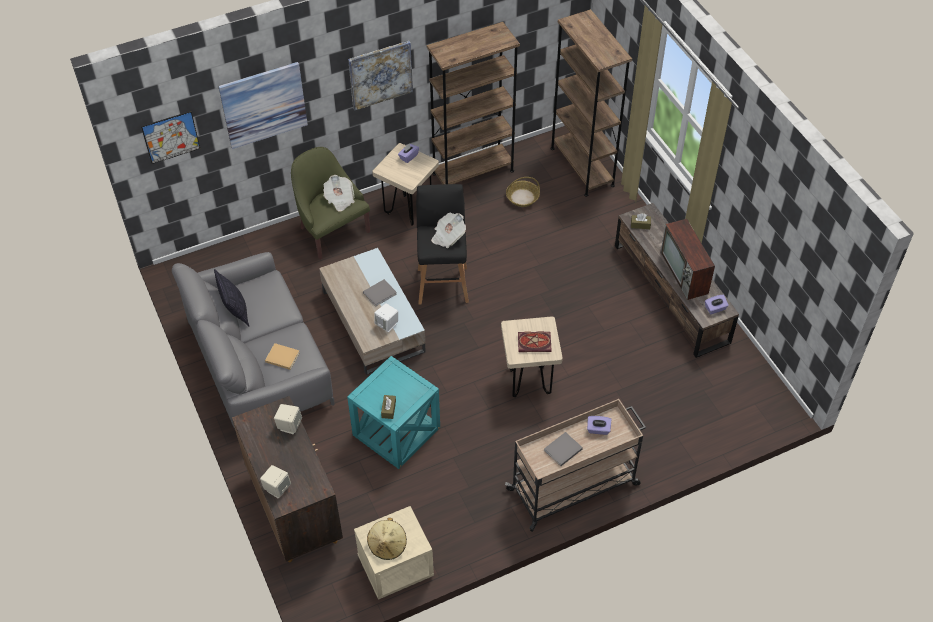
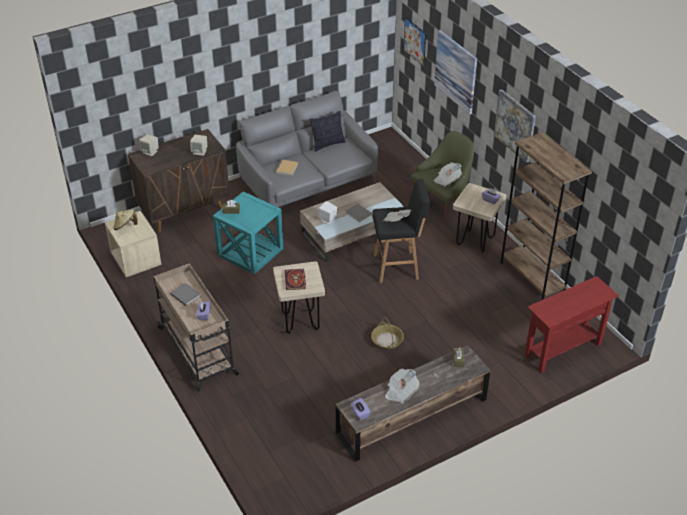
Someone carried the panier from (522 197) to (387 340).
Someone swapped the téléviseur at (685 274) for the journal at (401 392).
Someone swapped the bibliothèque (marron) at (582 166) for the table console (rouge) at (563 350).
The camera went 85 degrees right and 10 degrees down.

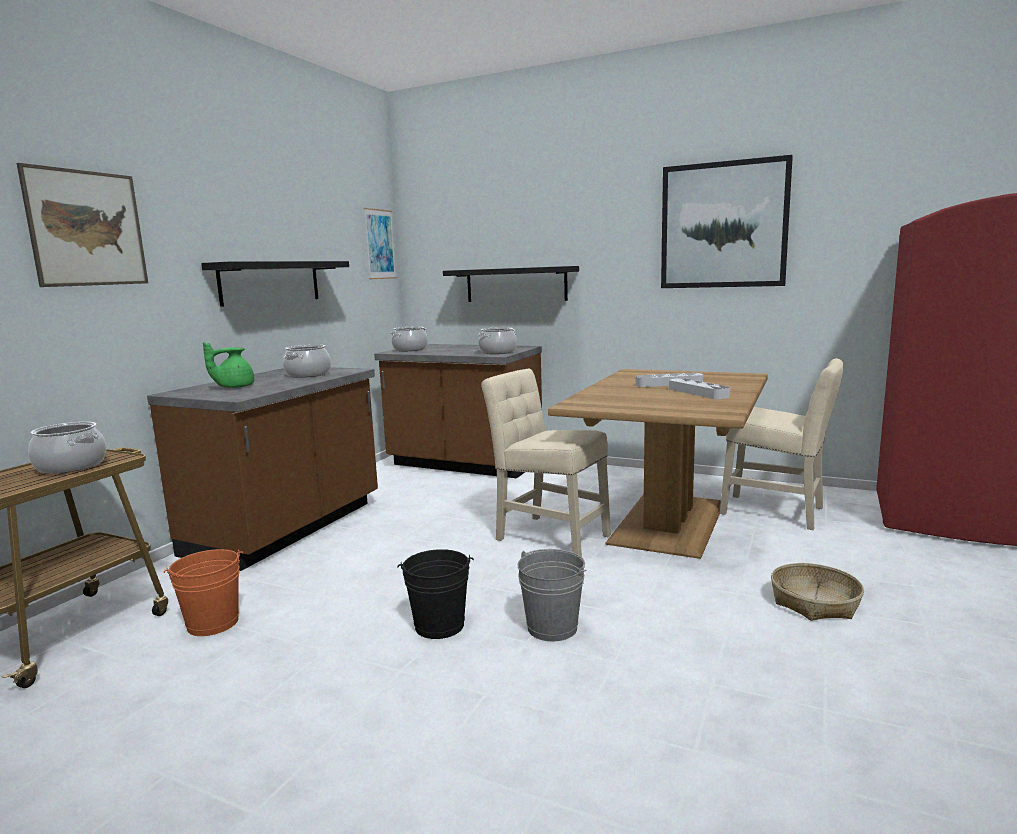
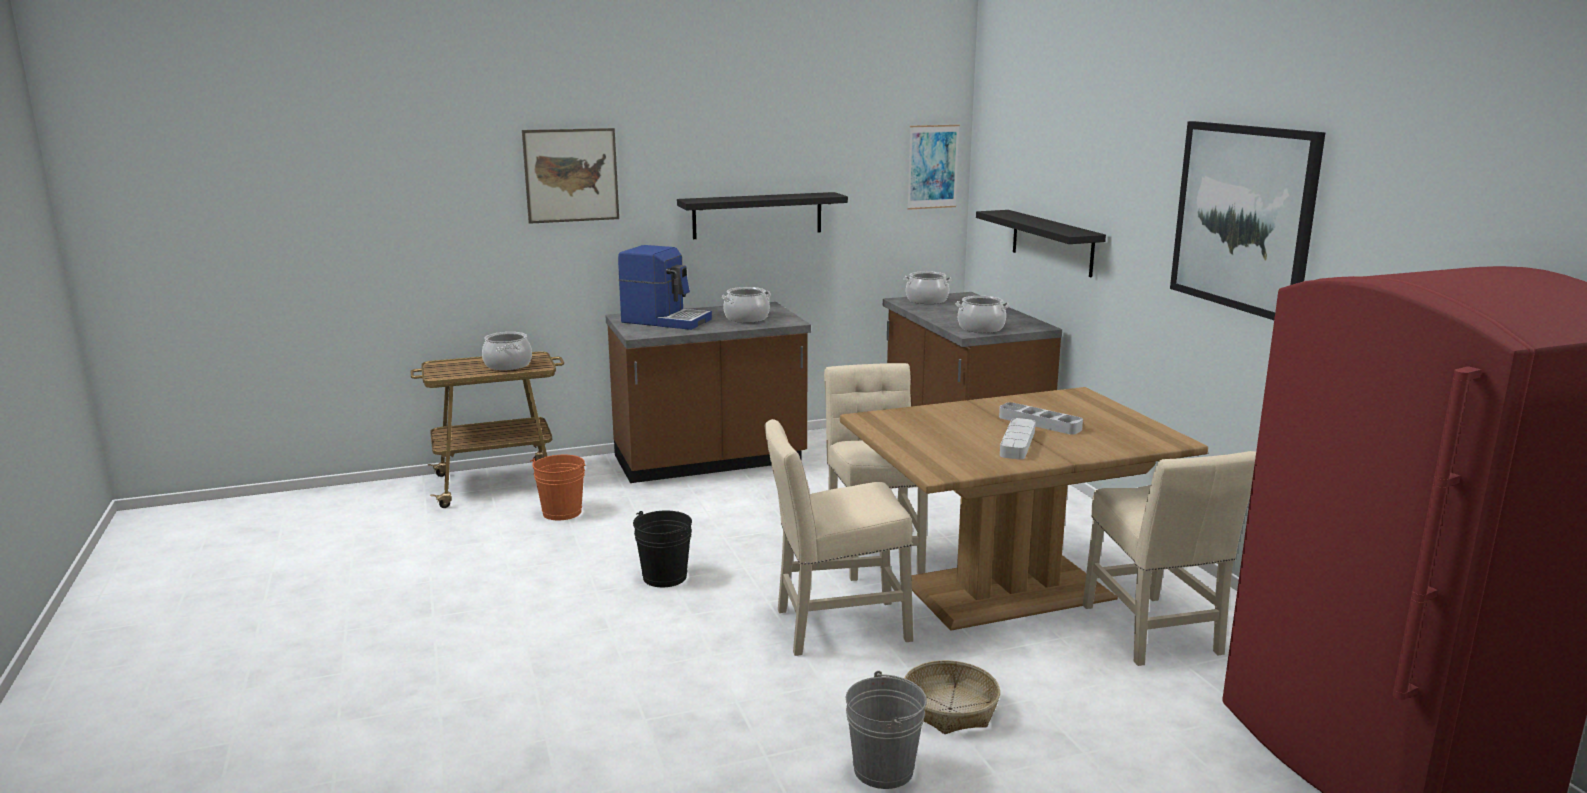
Someone swapped the théière (vert) at (233 387) for the machine à café at (666 320).
Someone put down the chaise (beige) at (835 627).
Someone carried the seau (gris) from (552 627) to (883 770).
The camera went 45 degrees right and 5 degrees up.

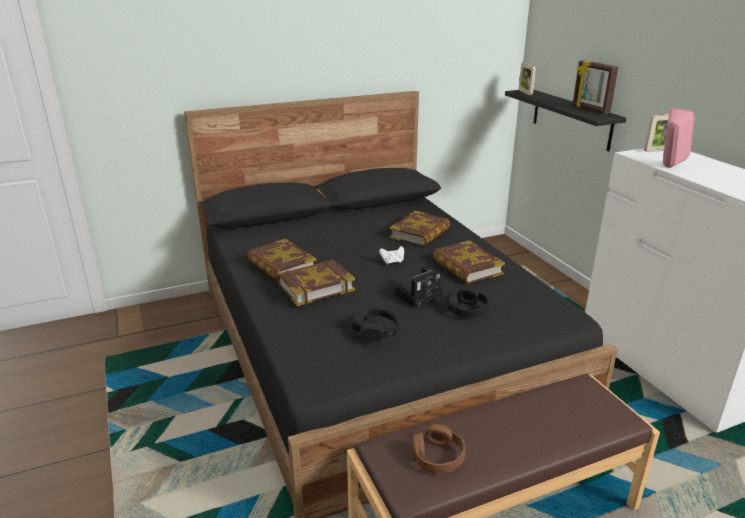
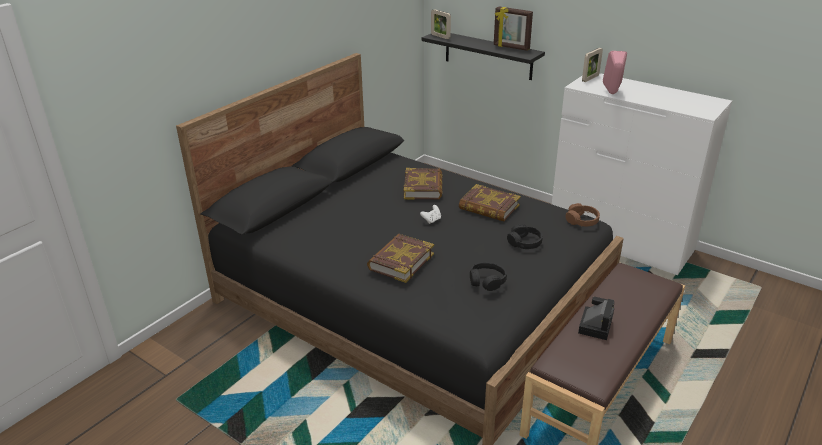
Someone carried the casque audio (marron) from (437 456) to (582 220).
Someone carried the appareil photo from (419 295) to (595 325).
Someone took away the livre at (281 266).
The camera went 30 degrees left and 5 degrees up.

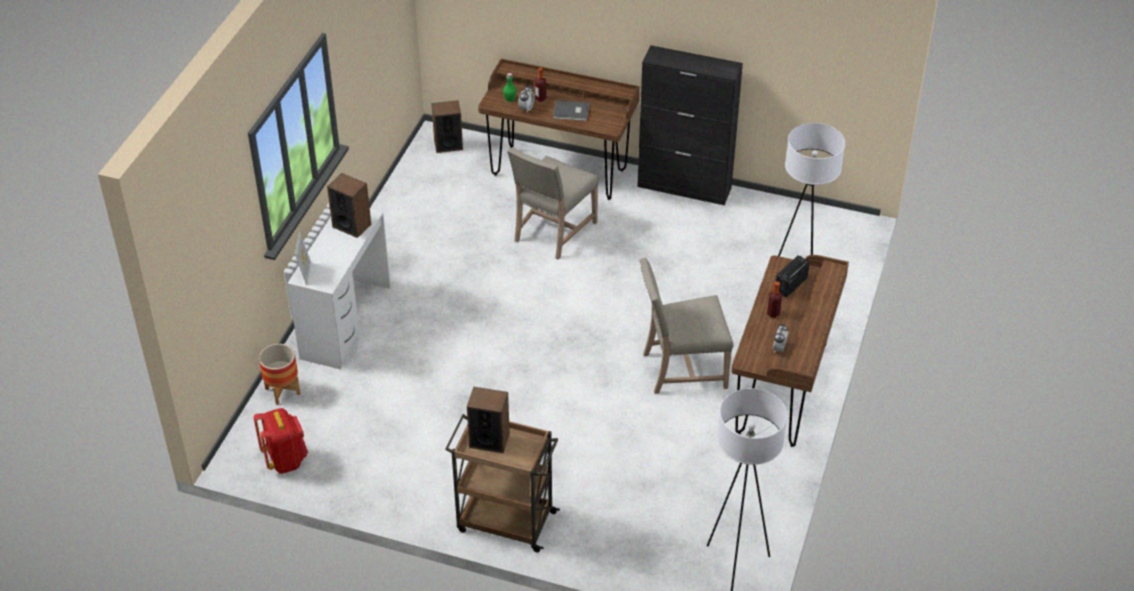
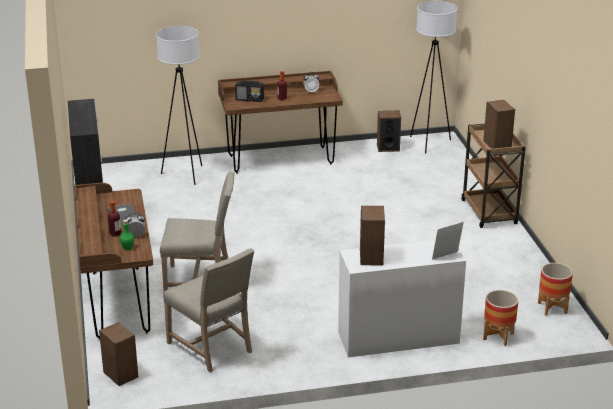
Someone carried the chaise (beige) from (681 369) to (212 347).
Someone put down the enceinte at (388 147).
Someone swapped the sac à dos (rouge) at (285 460) for the cache-pot at (552 308).
The camera went 120 degrees left and 15 degrees down.

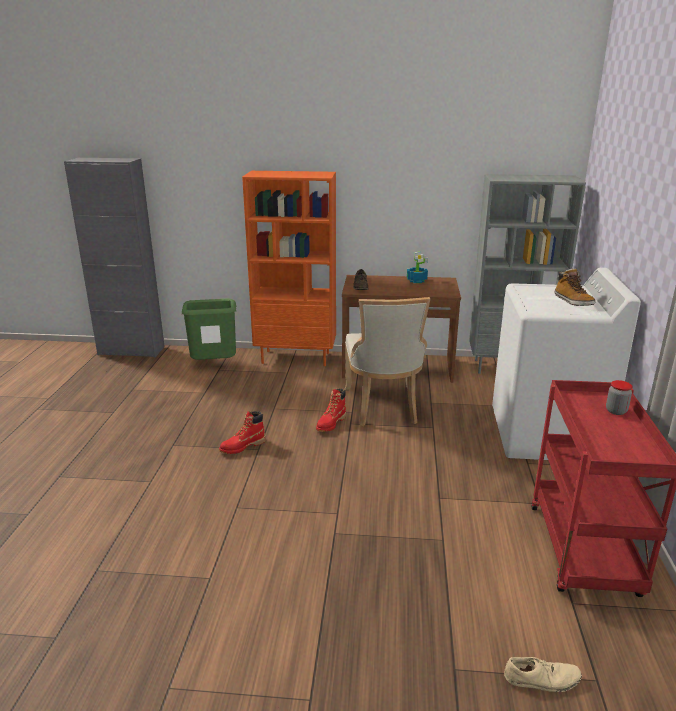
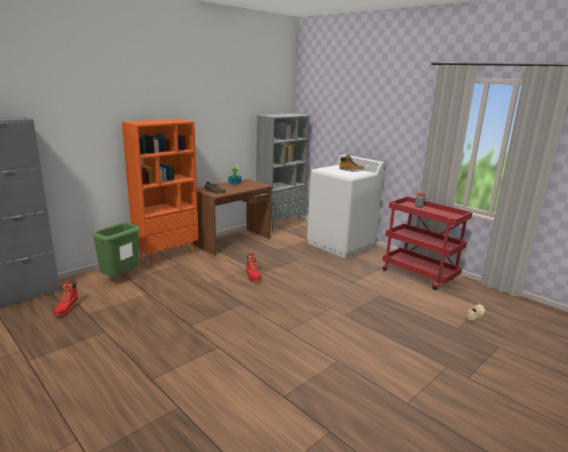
Someone carried the botte (rouge) from (242 446) to (66 309).
Someone took away the chaise (beige) at (383 407).
The camera went 50 degrees left and 5 degrees down.

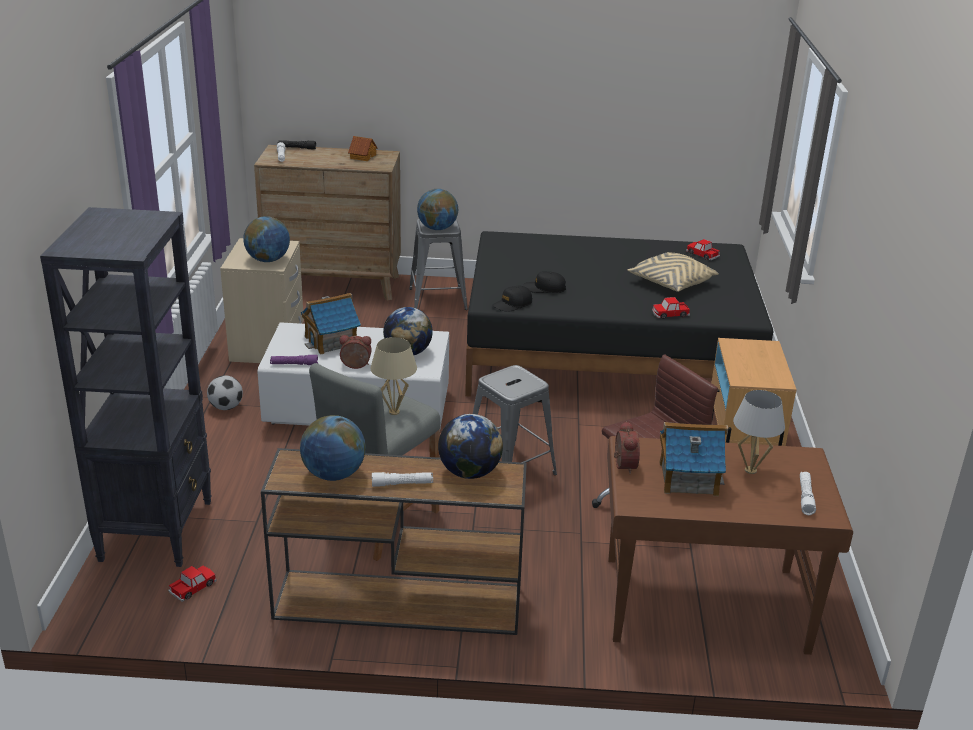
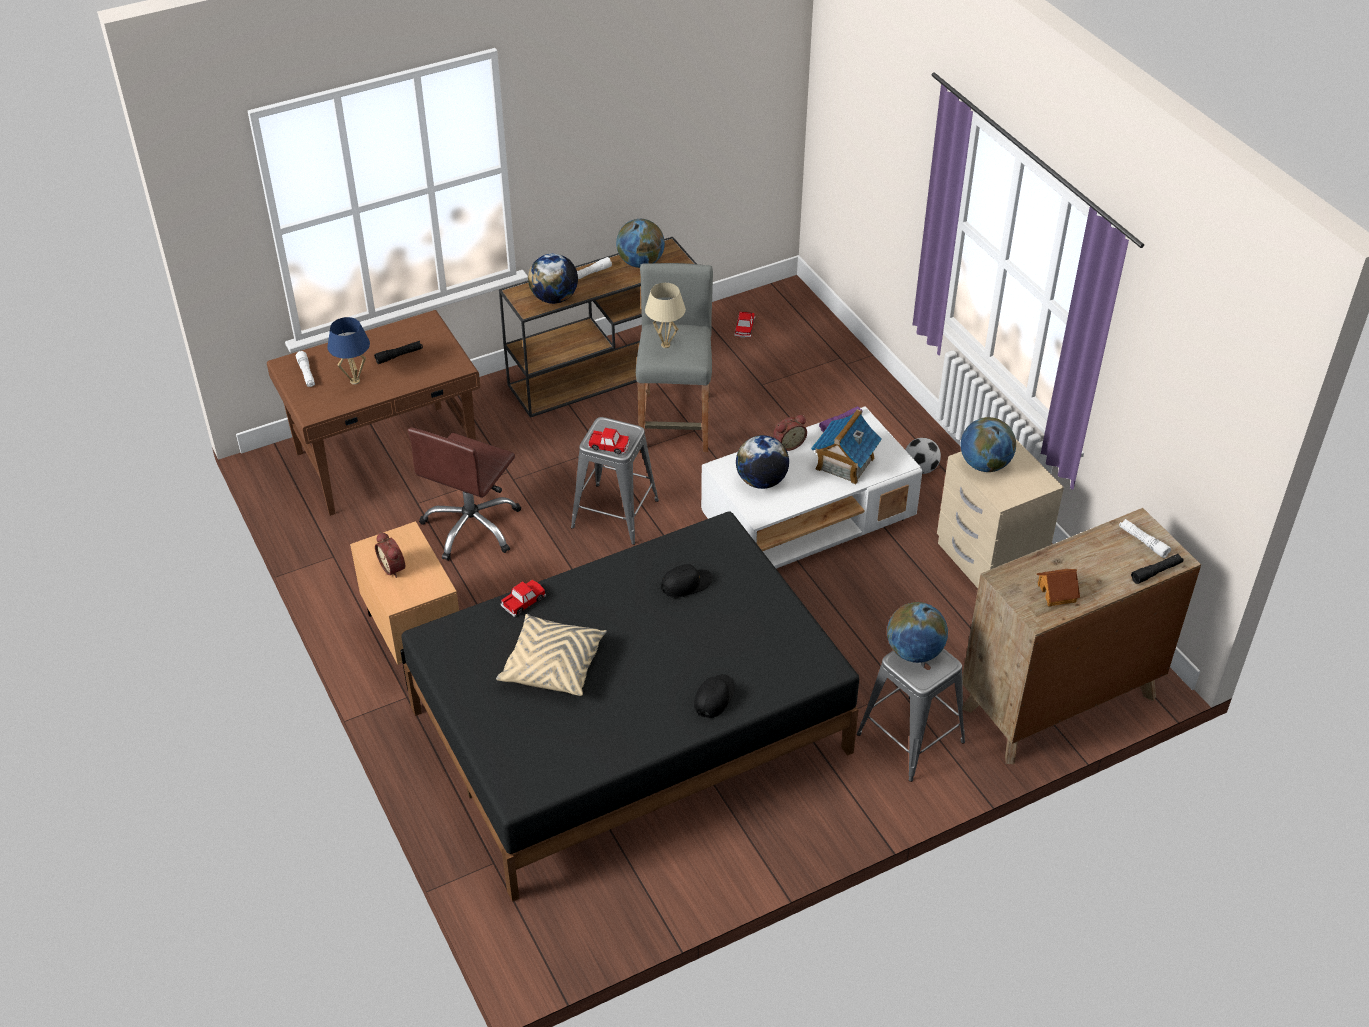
Someone repainted the lampe de table (blanc) at (750 470), which became the lampe de table (bleu) at (355 381).
Someone swapped the maison miniature at (687 478) for the lampe de poche (noir) at (399 356).
Someone carried the réveil from (622 465) to (394 567).
Someone carried the petite voiture from (702 254) to (609 446).
Someone carried the casquette (noir) from (512 304) to (714 698).
Someone took away the bibliothèque (noir) at (157 529).
The camera went 150 degrees right and 15 degrees up.

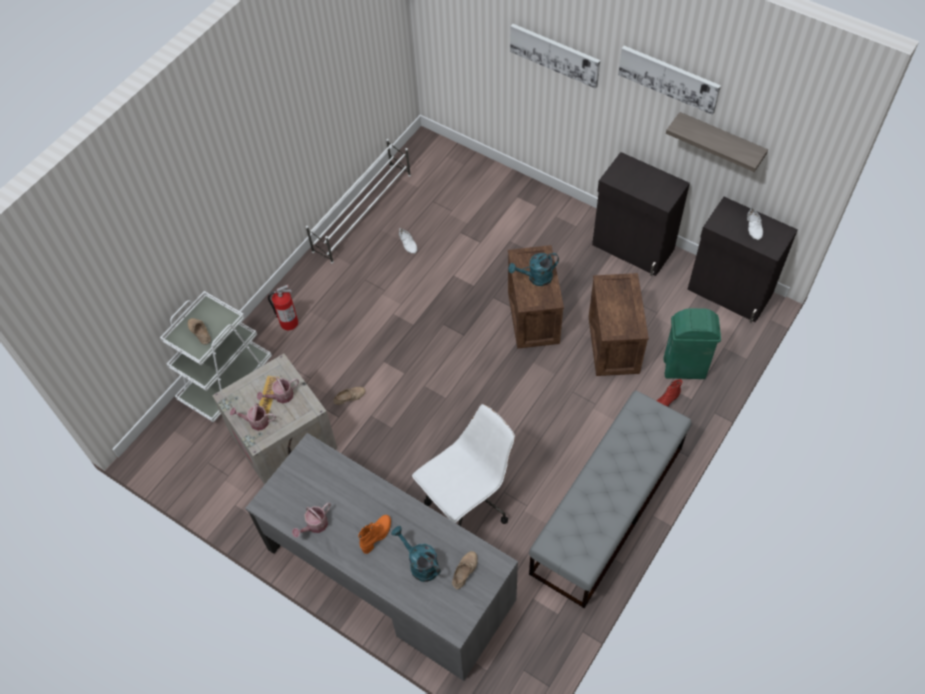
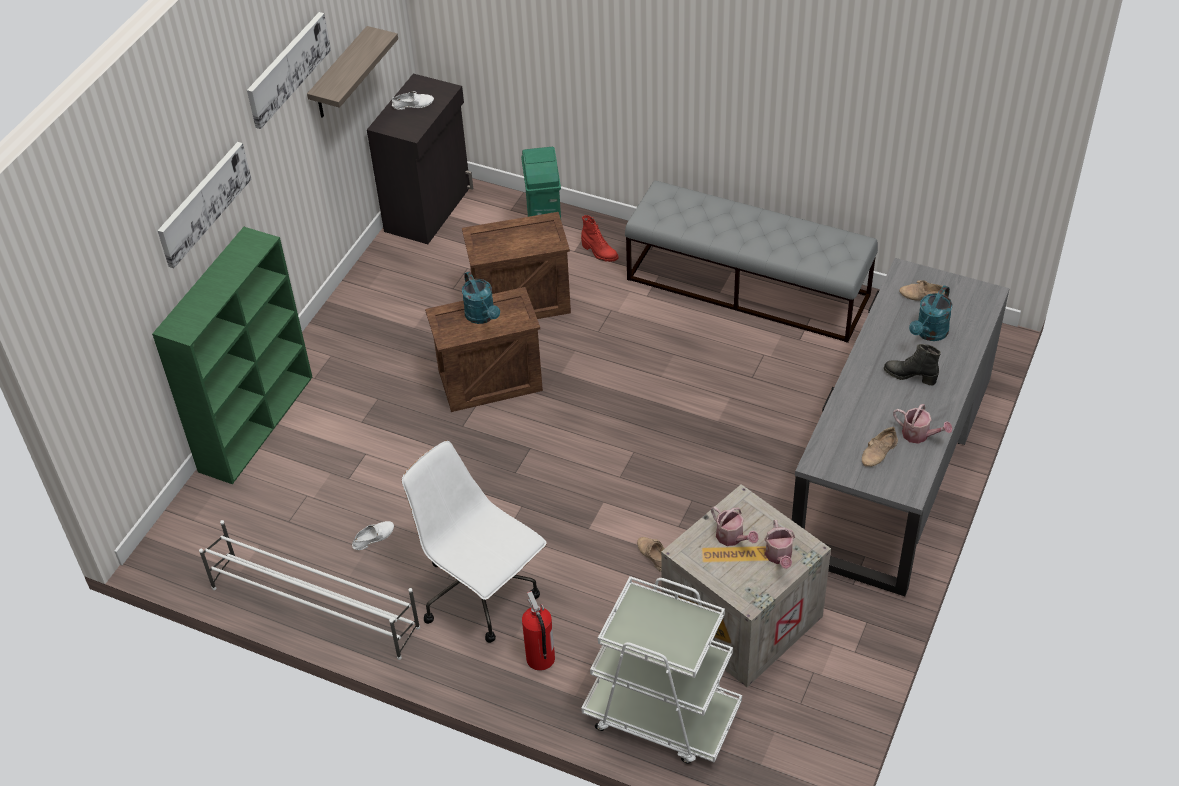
Someone put down the bibliothèque (vert) at (257 422).
Someone carried the chaise de bureau (blanc) from (468 501) to (481 594).
Someone carried the chaussure (beige) from (199 332) to (880 452).
Someone repainted the botte (orange) at (377 535), which became the botte (noir) at (910 376).
Someone took away the meuble de rangement (noir) at (633 248).
The camera went 100 degrees left and 10 degrees down.

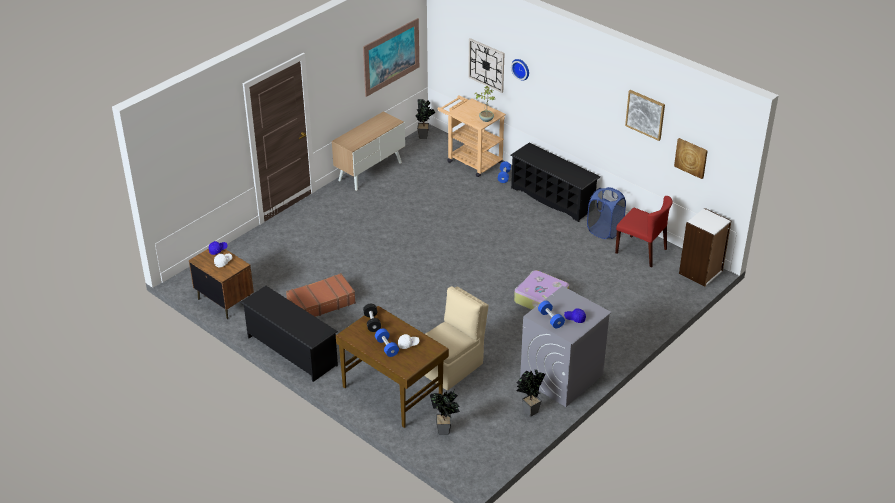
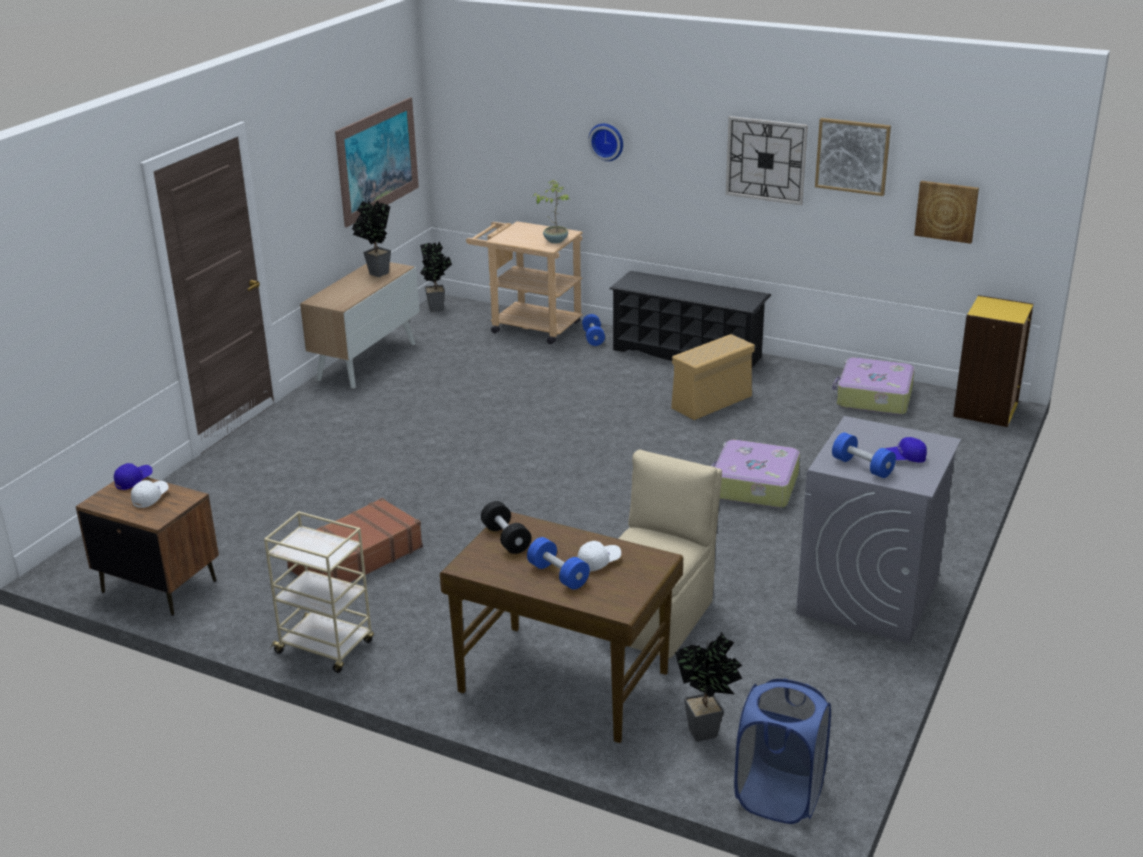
Someone swapped the étagère à chaussures (noir) at (291 351) for the chariot (beige) at (326 647).
Someone carried the plante en pot from (528 411) to (375 274).
Someone put down the boîte de rangement (beige) at (711 403).
Someone carried the horloge murale from (486 65) to (766 160).
Someone carried the panier à linge (bleu) from (604 230) to (779 796).
Someone swapped the chaise (rouge) at (641 251) for the valise at (873 397).
Someone repainted the bibliothèque (blanc) at (701 272), which became the bibliothèque (jaune) at (986 410).
The camera went 15 degrees left and 10 degrees down.

